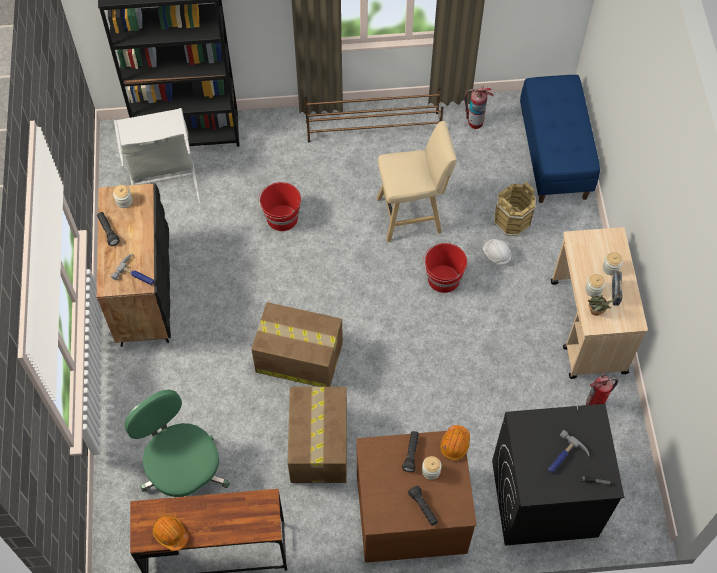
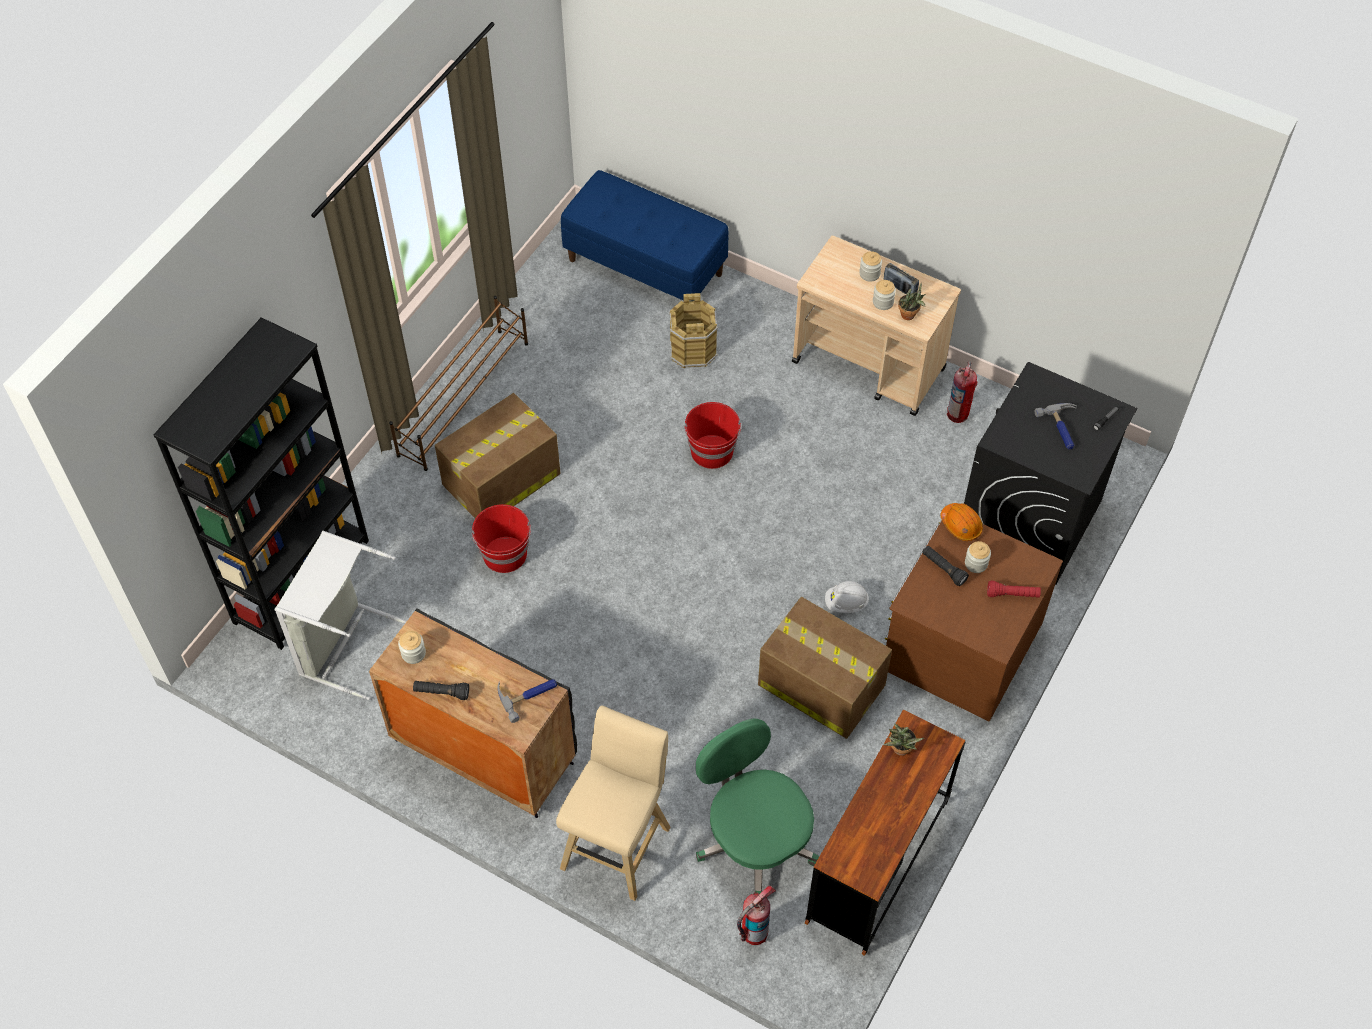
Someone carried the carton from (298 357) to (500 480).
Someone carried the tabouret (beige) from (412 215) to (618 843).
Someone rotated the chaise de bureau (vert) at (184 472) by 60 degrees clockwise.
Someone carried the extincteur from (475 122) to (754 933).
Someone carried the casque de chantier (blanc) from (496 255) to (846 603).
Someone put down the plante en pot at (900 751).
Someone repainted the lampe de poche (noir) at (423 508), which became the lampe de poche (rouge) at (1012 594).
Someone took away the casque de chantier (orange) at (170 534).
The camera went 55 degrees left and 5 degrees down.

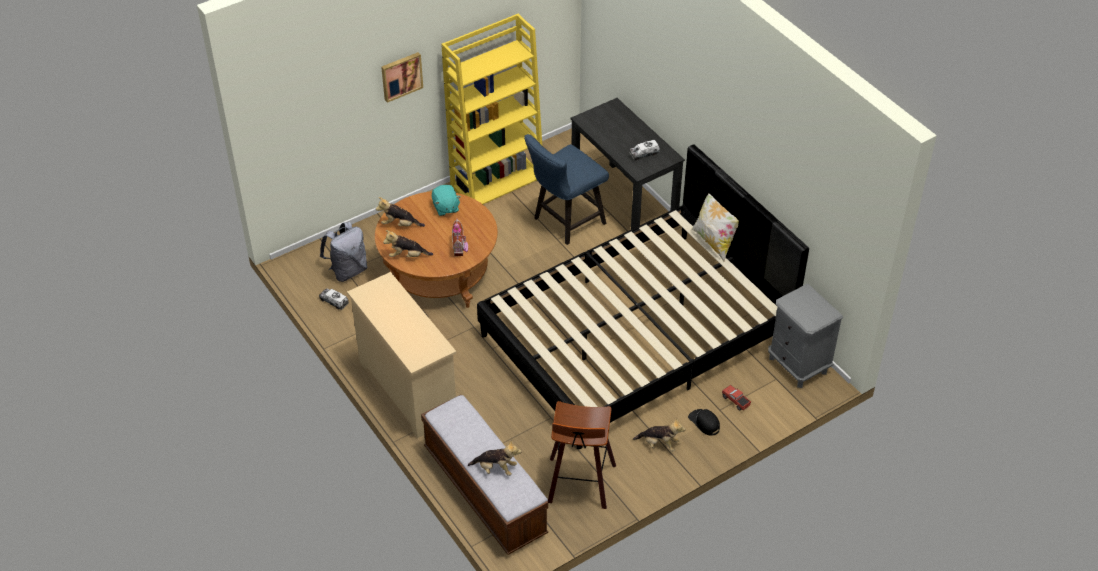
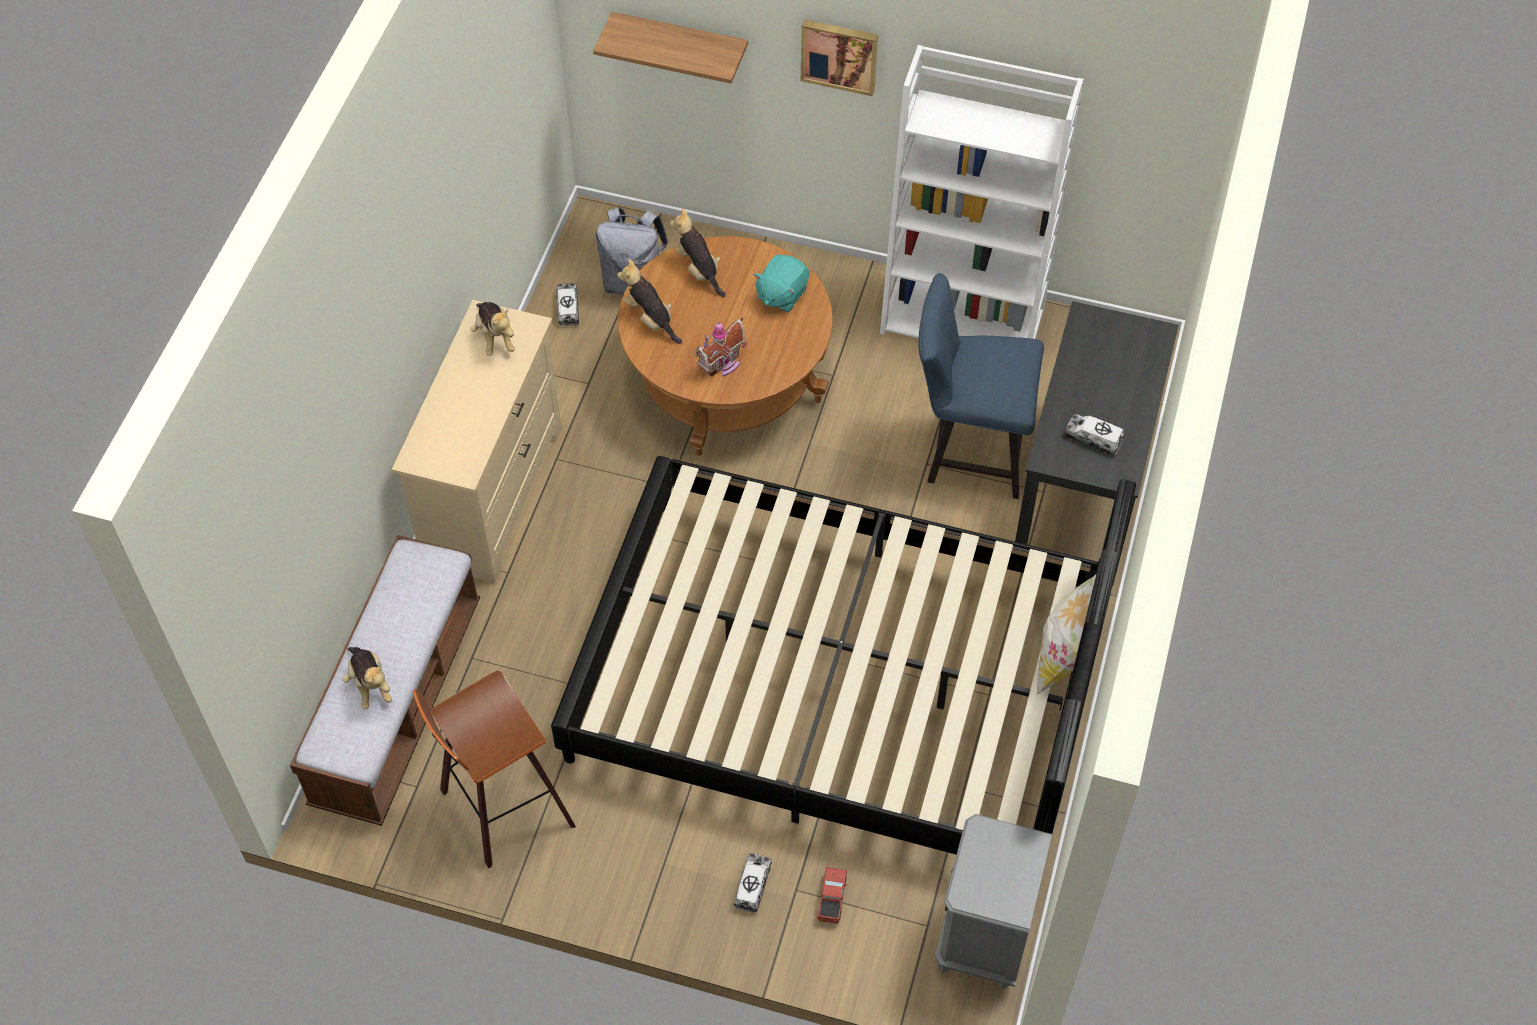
Someone carried the peluche from (659 444) to (495 337).
Someone put up the étagère at (680 44).
Someone swapped the casquette (noir) at (704 423) for the camion jouet at (752 886).
Someone repainted the bibliothèque (jaune) at (497 181), which became the bibliothèque (blanc) at (964 319).
The camera went 50 degrees right and 10 degrees up.

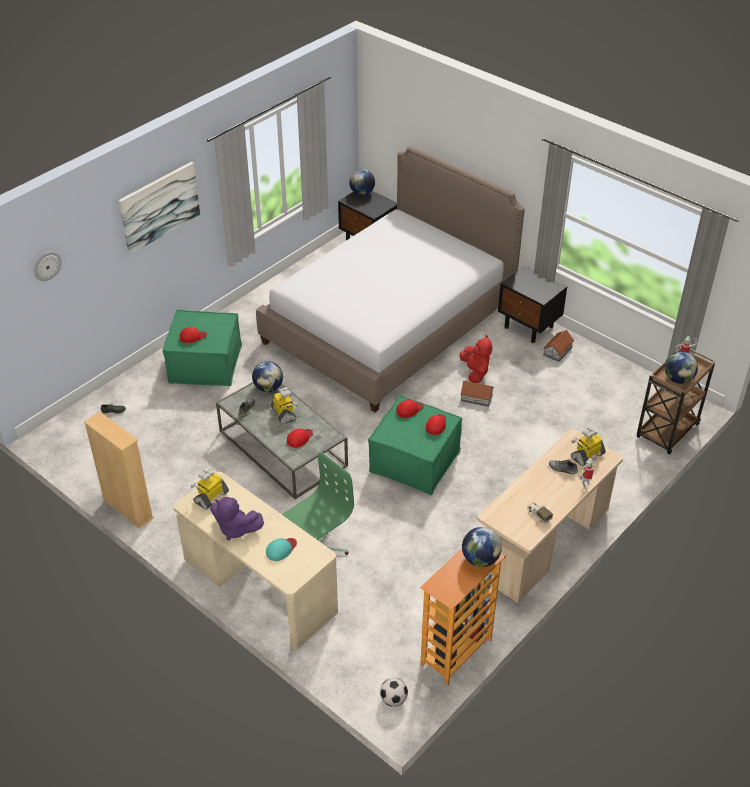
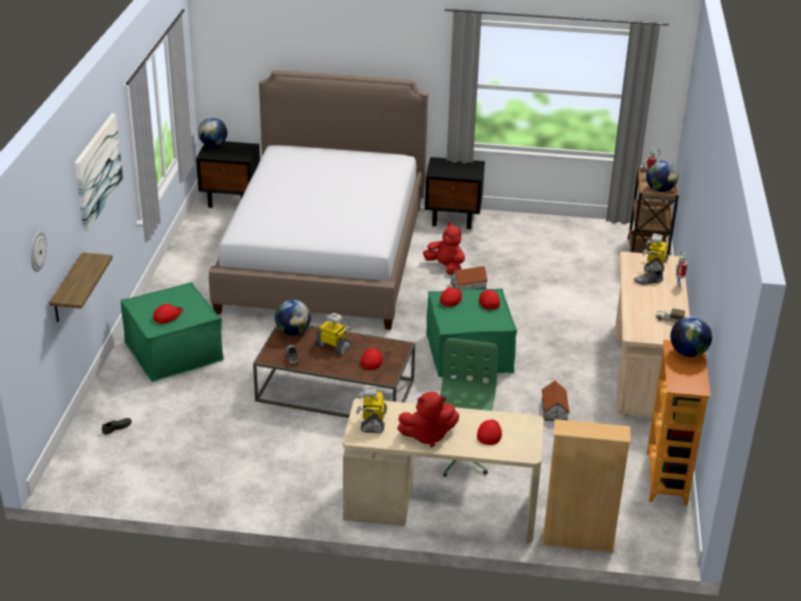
Someone put up the étagère at (67 289).
Someone repainted the table basse (gris) at (282 449), which became the table basse (marron) at (335 391).
Someone repainted the peluche (violet) at (235 529), which became the peluche (rouge) at (427 435).
Someone repainted the casquette (turquoise) at (281 549), which became the casquette (rouge) at (489 433).
Someone carried the maison miniature from (558 351) to (554 409).
Someone carried the bibliothèque (beige) from (128 509) to (577 541).
Someone took away the ballon de foot at (393 699).
The camera went 35 degrees left and 10 degrees down.

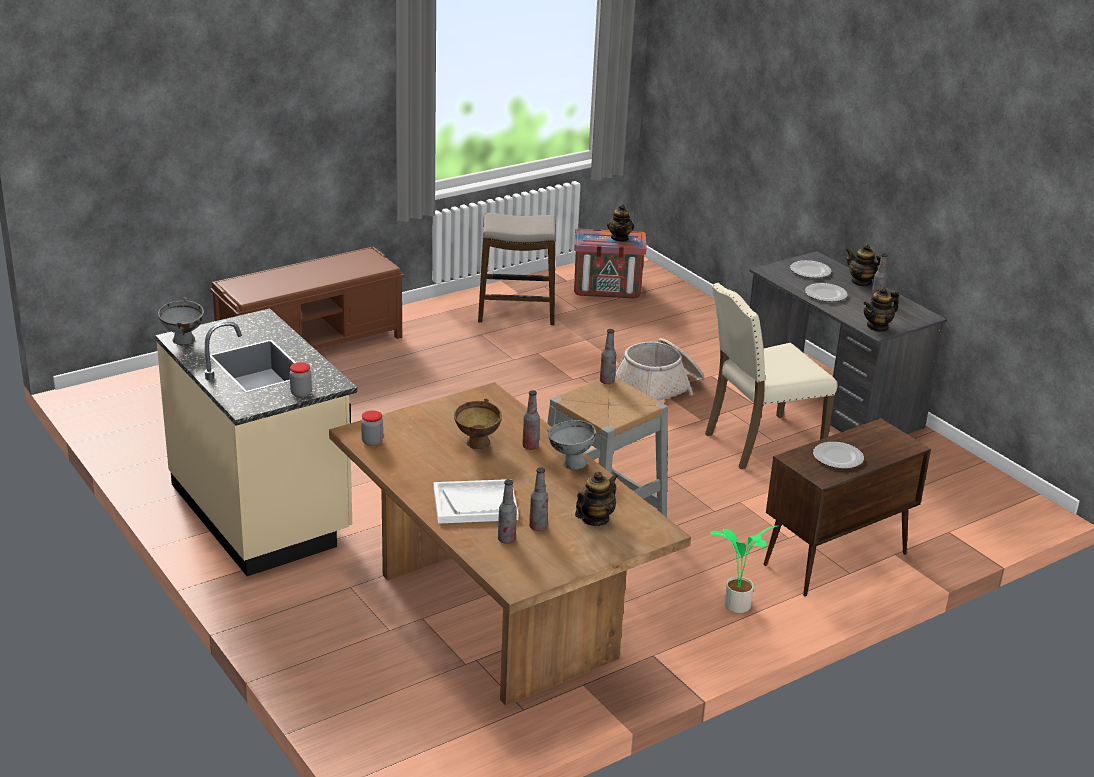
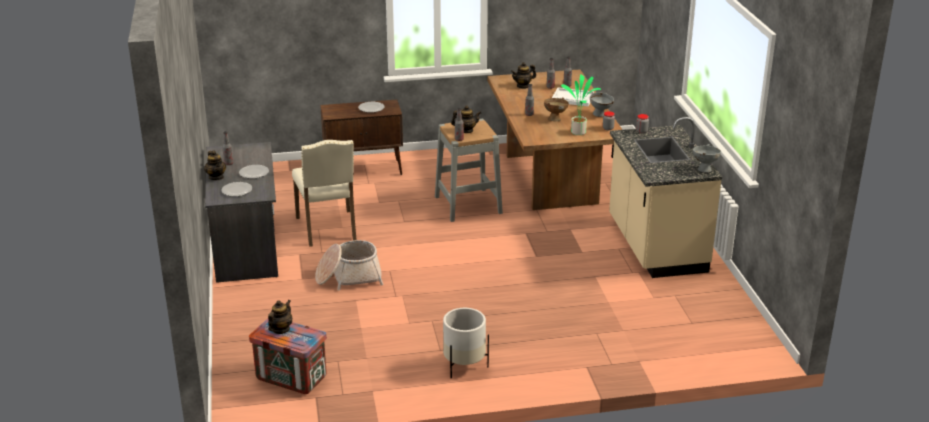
Someone rotated the chaise (beige) at (760 443) by 75 degrees clockwise.
Someone put down the cache-pot (blanc) at (464 366).
Someone carried the théière from (877 327) to (466 131).
Someone carried the plante en pot from (736 607) to (579 132).
Someone carried the bol (gris) from (569 463) to (601 115).
Someone took away the banc (marron) at (312 345).
Someone took away the tabouret at (516 312).
The camera went 155 degrees left and 0 degrees up.

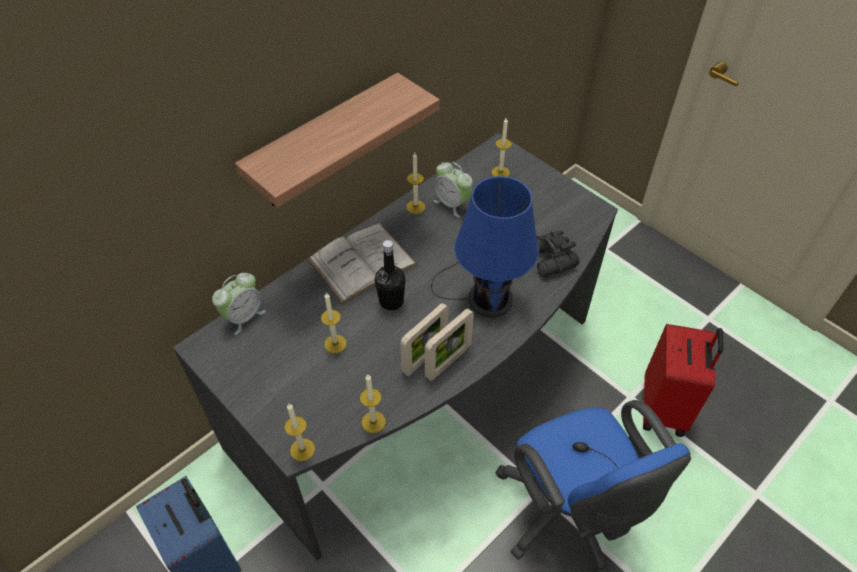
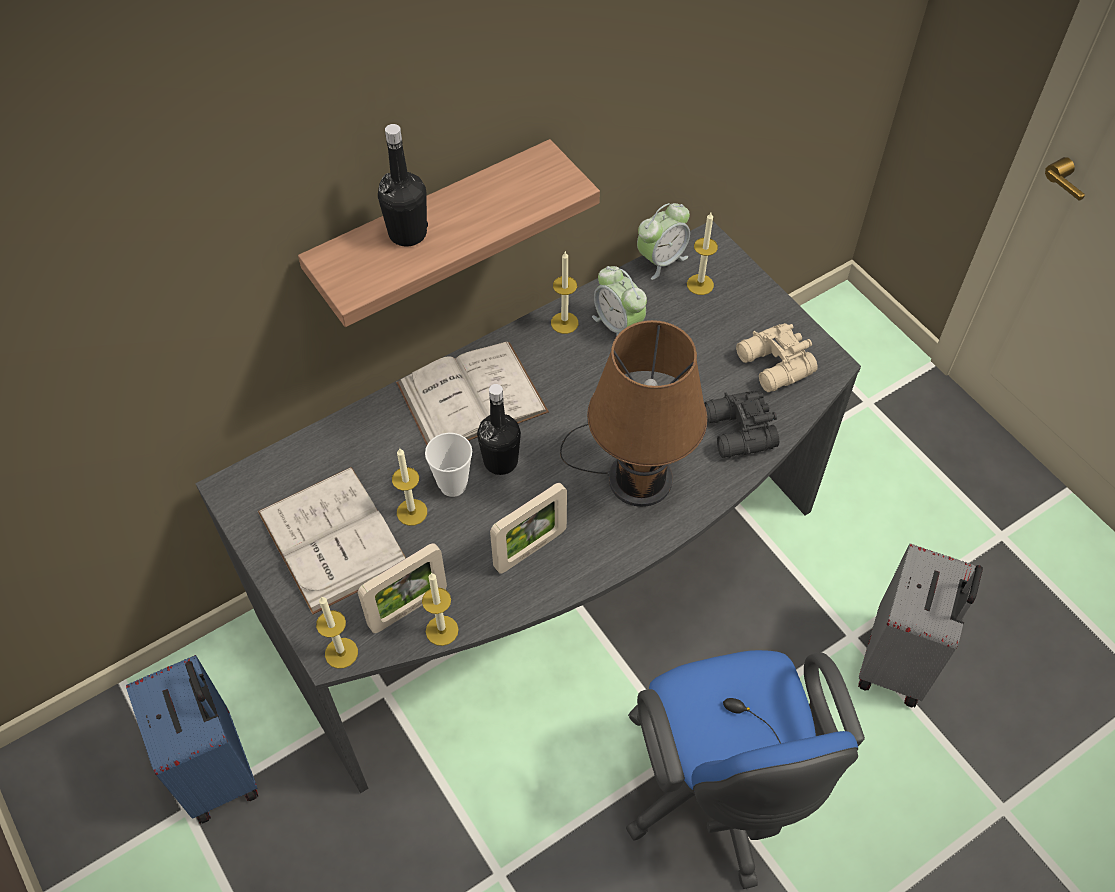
Someone put down the livre (blanc) at (333 538).
Someone carried the cadre photo from (448 362) to (408 608).
Someone put down the bouteille (noir) at (407 233).
Someone put down the tasse at (453 485).
Someone repainted the lampe de table (bleu) at (485 297), which became the lampe de table (marron) at (634 474).
Someone carried the réveil from (243 317) to (661 260).
Someone put down the jumelles (beige) at (774 366).
Someone repainted the valise (rouge) at (664 408), which became the valise (gris) at (898 661).
The camera went 10 degrees right and 5 degrees up.

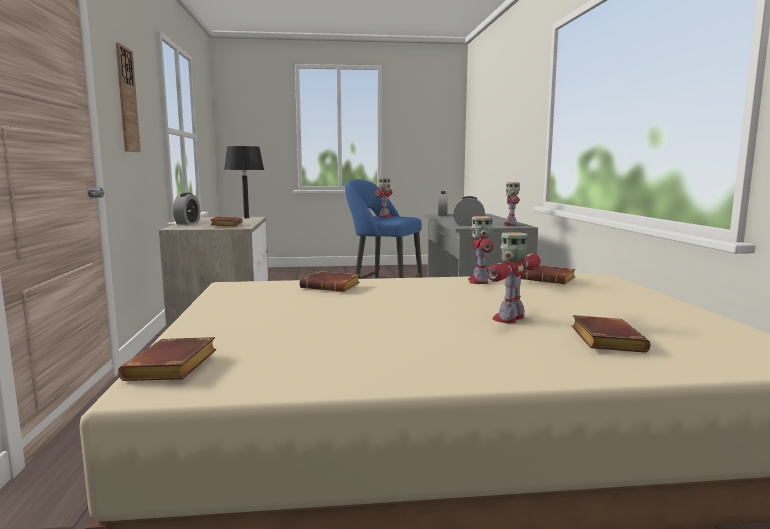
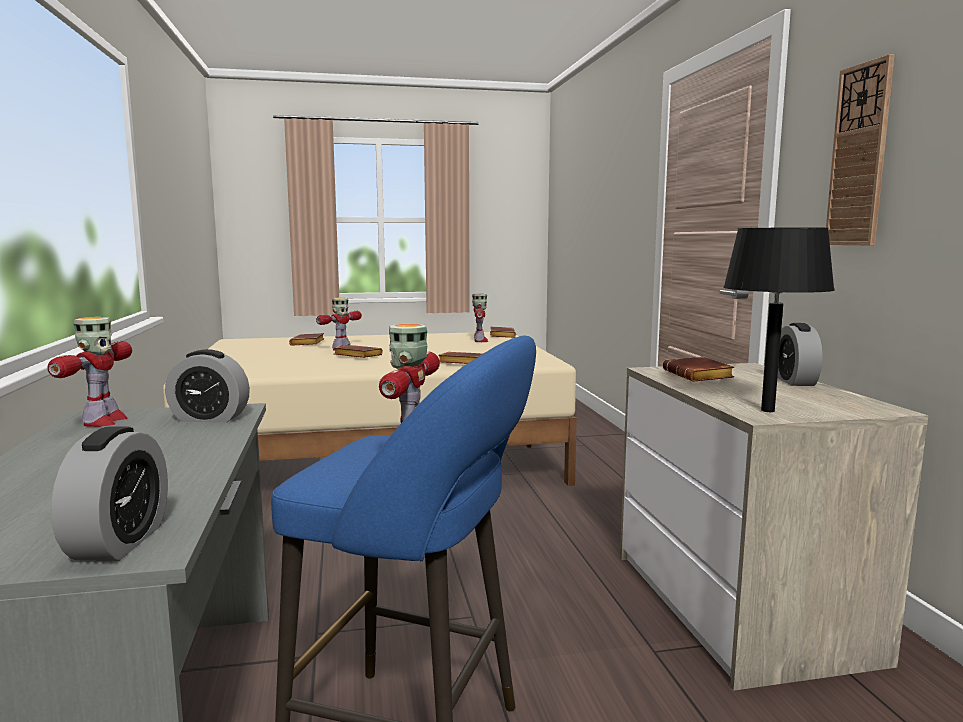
Someone carried the livre (marron) from (549 279) to (356 356).
Someone carried the robot jouet from (479 281) to (480 341).
The camera went 175 degrees right and 0 degrees up.

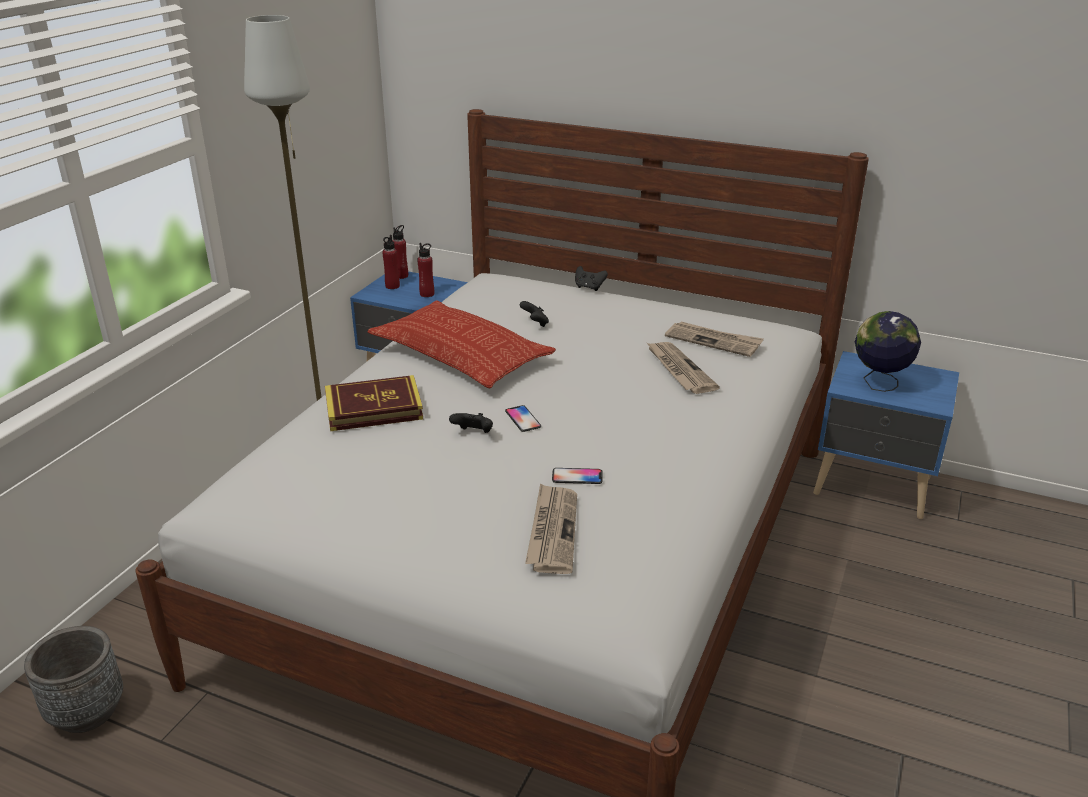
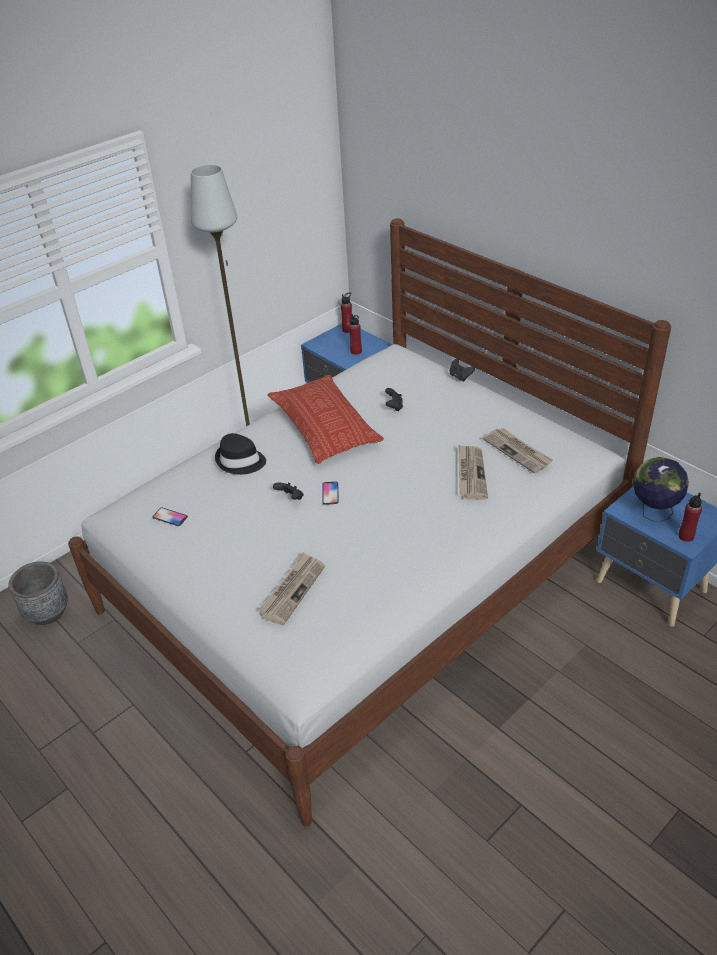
Someone carried the téléphone from (577 477) to (170 517).
Someone swapped the livre at (374 409) for the chapeau (noir) at (240 461).
Someone carried the bouteille (rouge) from (392 286) to (686 536).
The camera went 25 degrees right and 10 degrees up.

